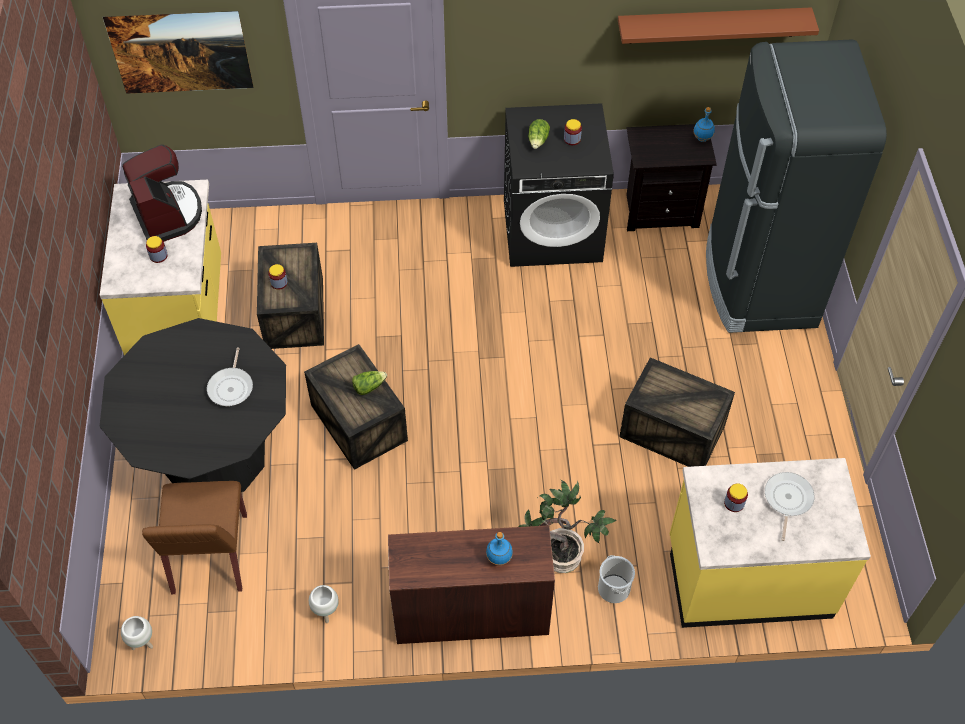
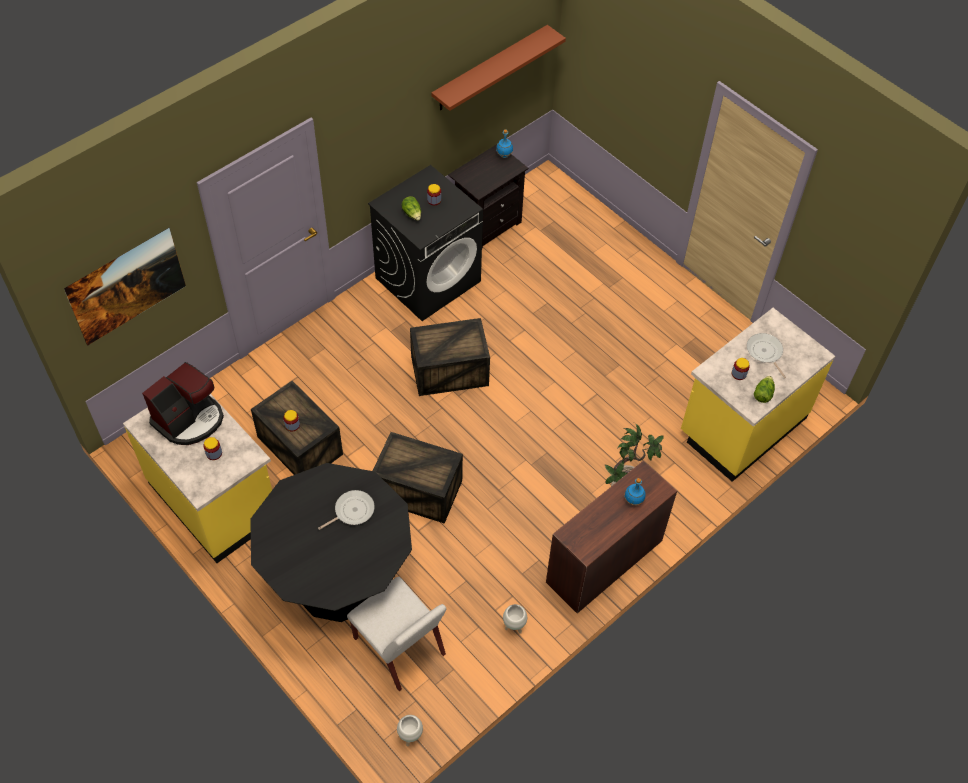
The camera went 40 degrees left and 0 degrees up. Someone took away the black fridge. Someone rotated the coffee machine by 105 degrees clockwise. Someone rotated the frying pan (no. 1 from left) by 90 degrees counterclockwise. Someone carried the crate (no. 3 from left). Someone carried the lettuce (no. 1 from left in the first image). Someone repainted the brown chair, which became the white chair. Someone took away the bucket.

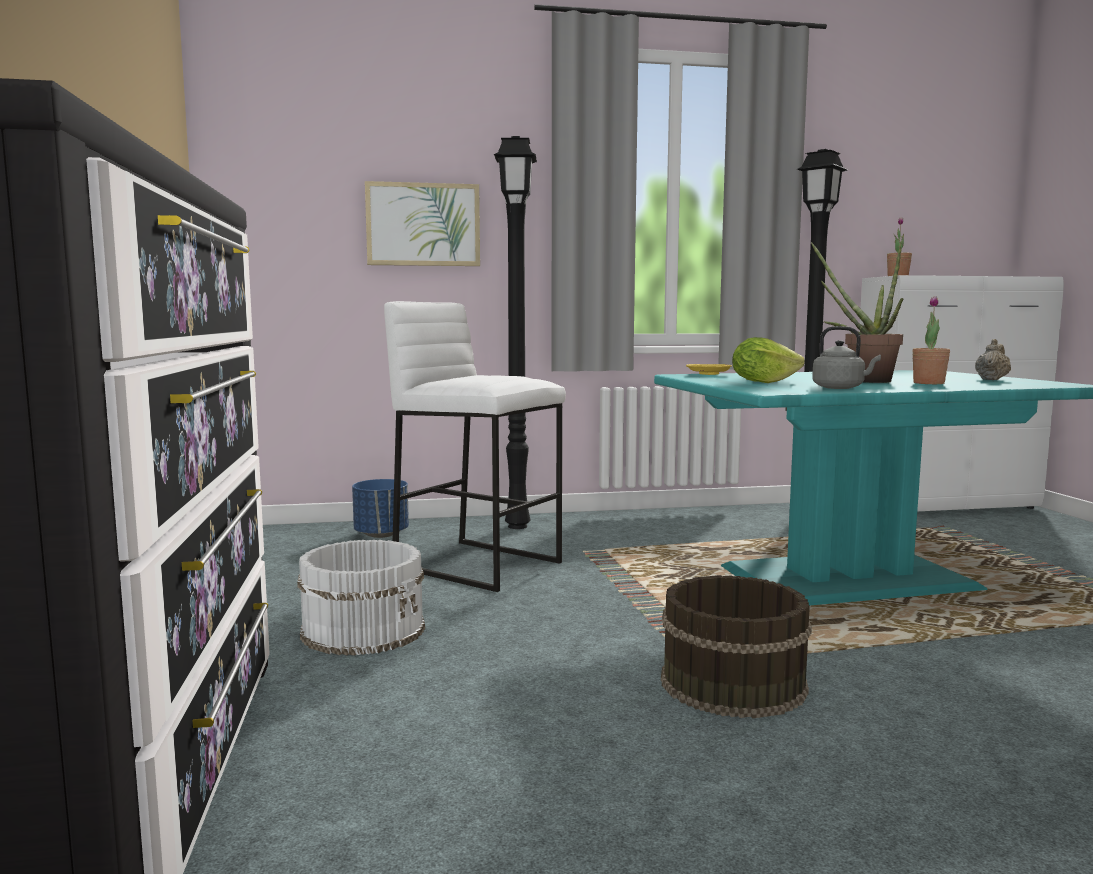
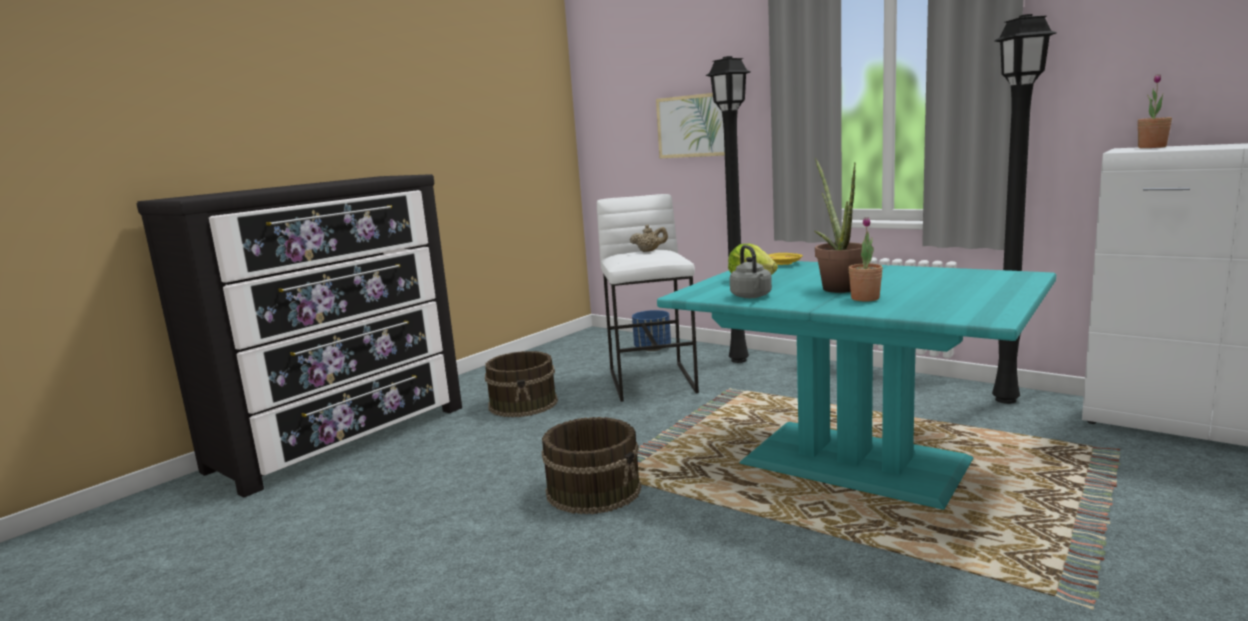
The camera went 50 degrees right and 5 degrees up. Someone carried the beige teapot. Someone repainted the white bucket, which became the brown bucket (no. 1 from left).

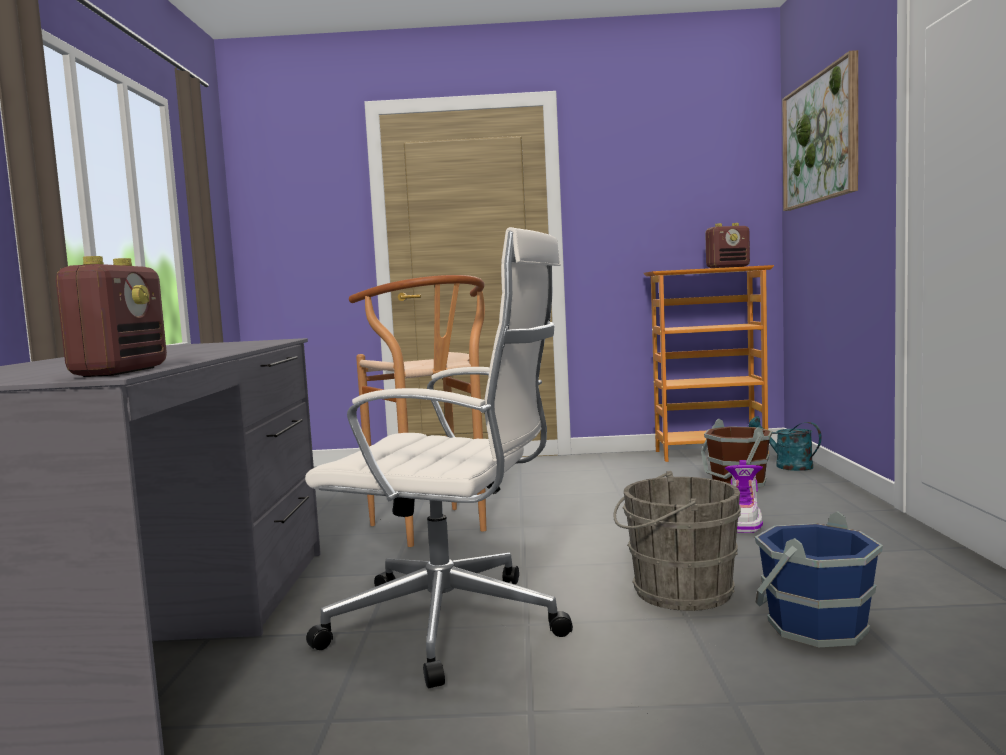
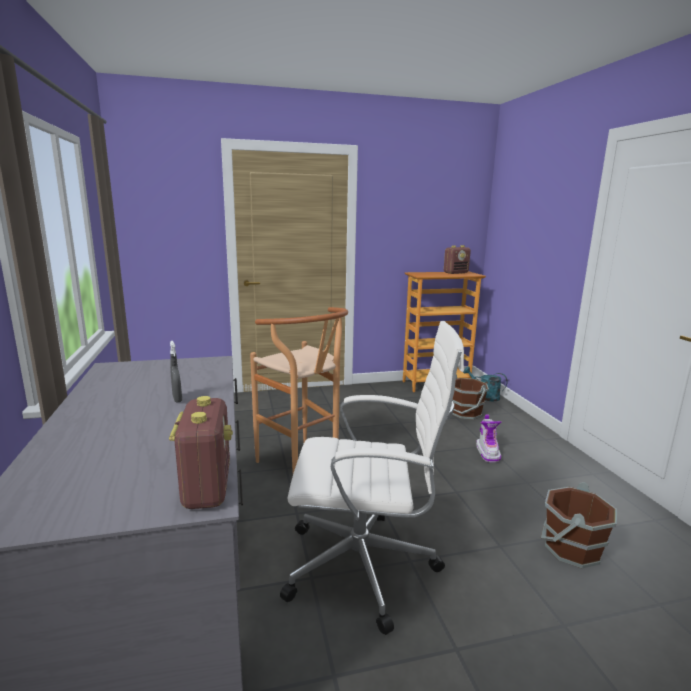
The camera went 15 degrees left and 10 degrees up. Someone took away the picture. Someone took away the grey bucket. Someone repainted the blue bucket, which became the brown bucket (no. 2 from left). Someone put down the grey spray bottle.

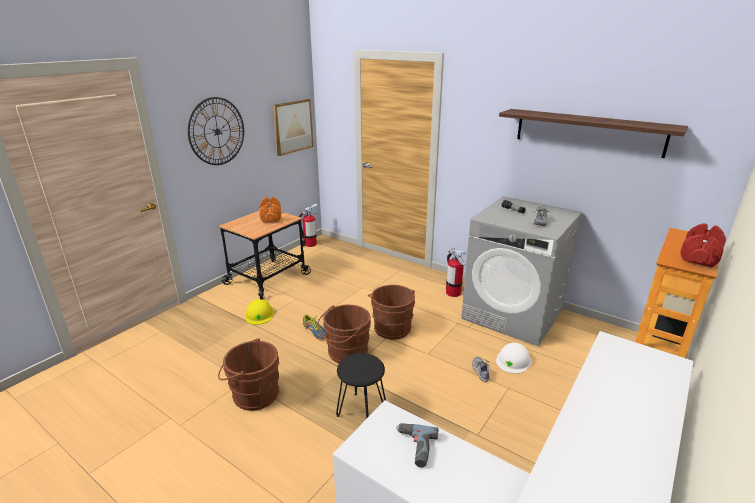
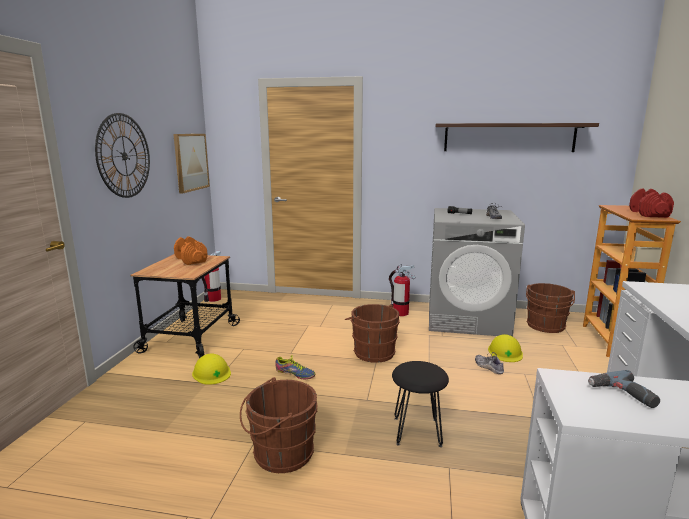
The camera went 25 degrees left and 10 degrees down. Someone carried the brown bucket (no. 2 from left in the first image). Someone repainted the white hard hat, which became the yellow hard hat (no. 2 from left).

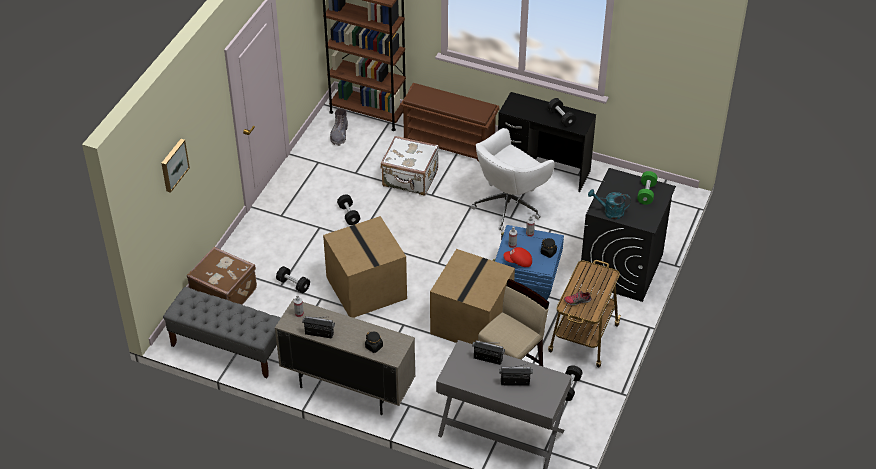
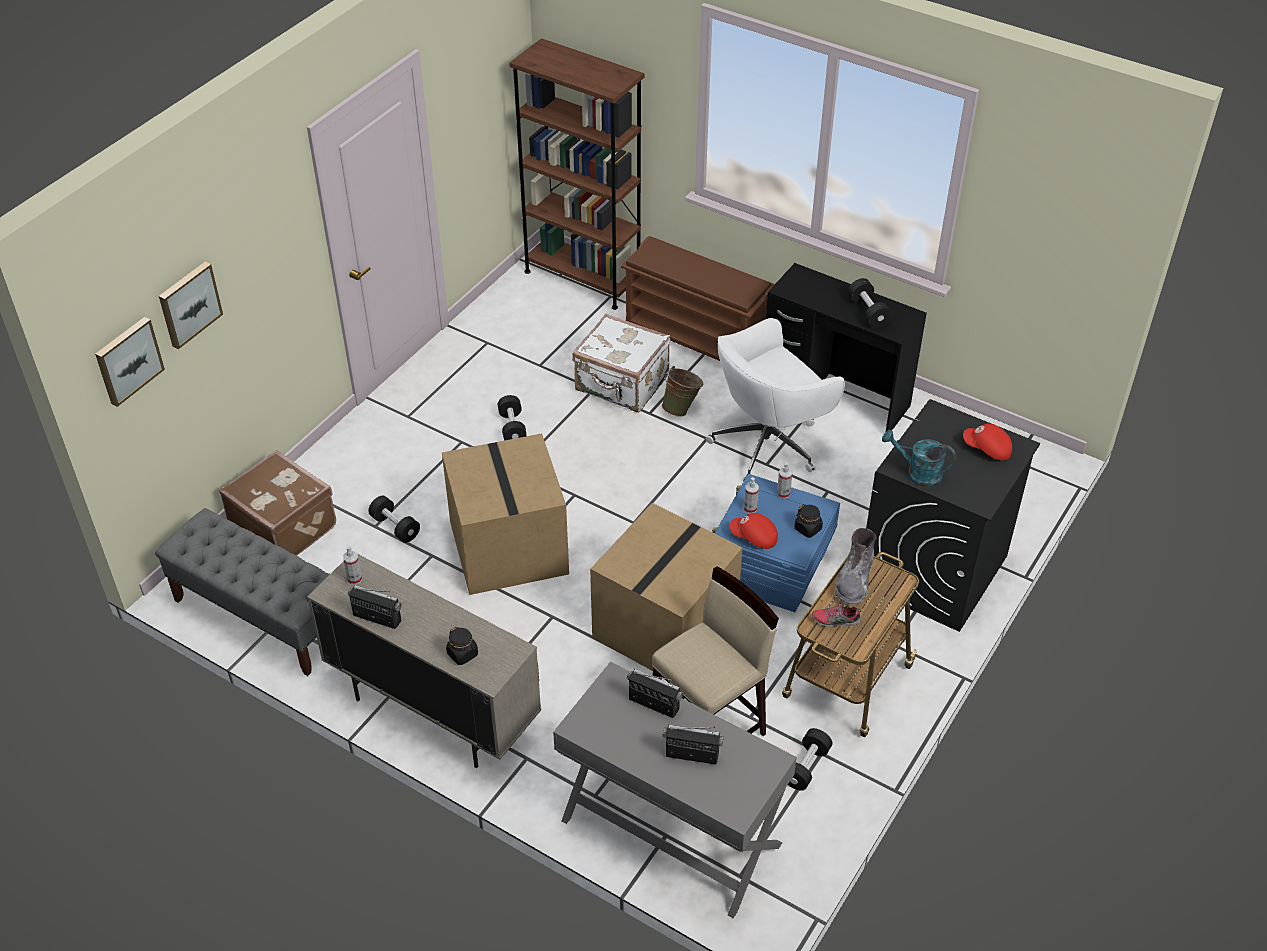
The camera went 10 degrees right and 0 degrees up. Someone carried the grey boot. Someone swapped the green dumbbell for the red cap (no. 2 from left). Someone put up the picture (no. 1 from left). Someone put down the green bucket.

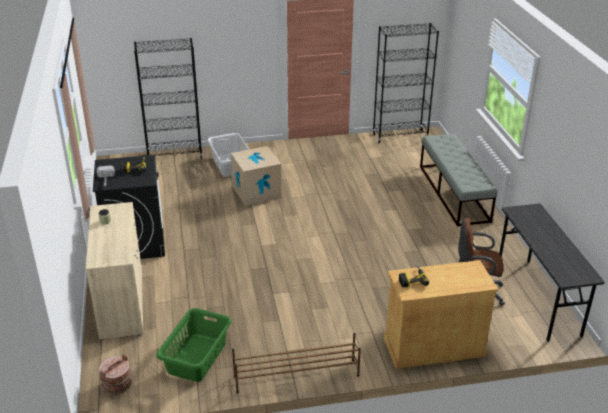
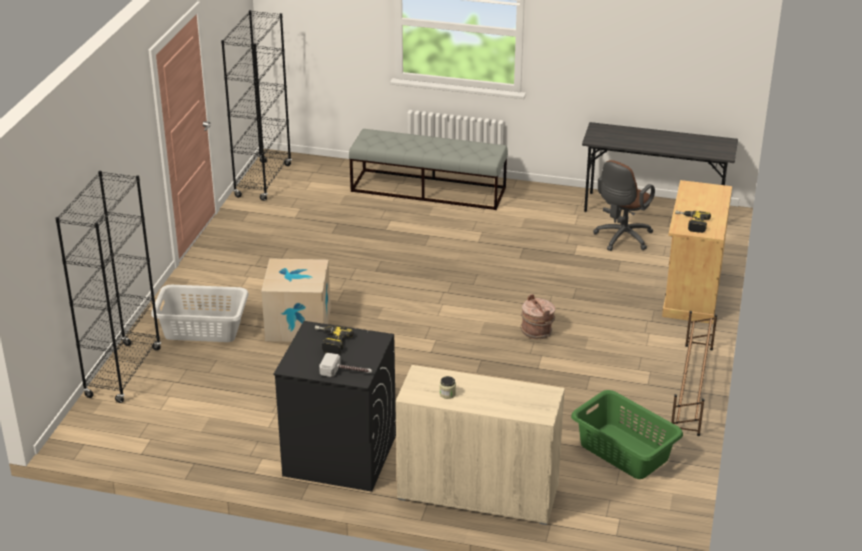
The camera went 65 degrees left and 0 degrees up. Someone carried the brown bucket.

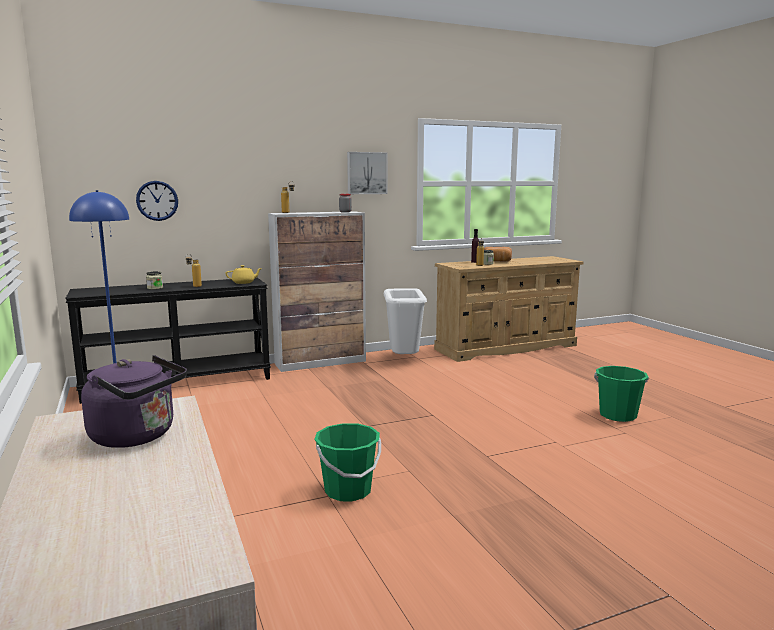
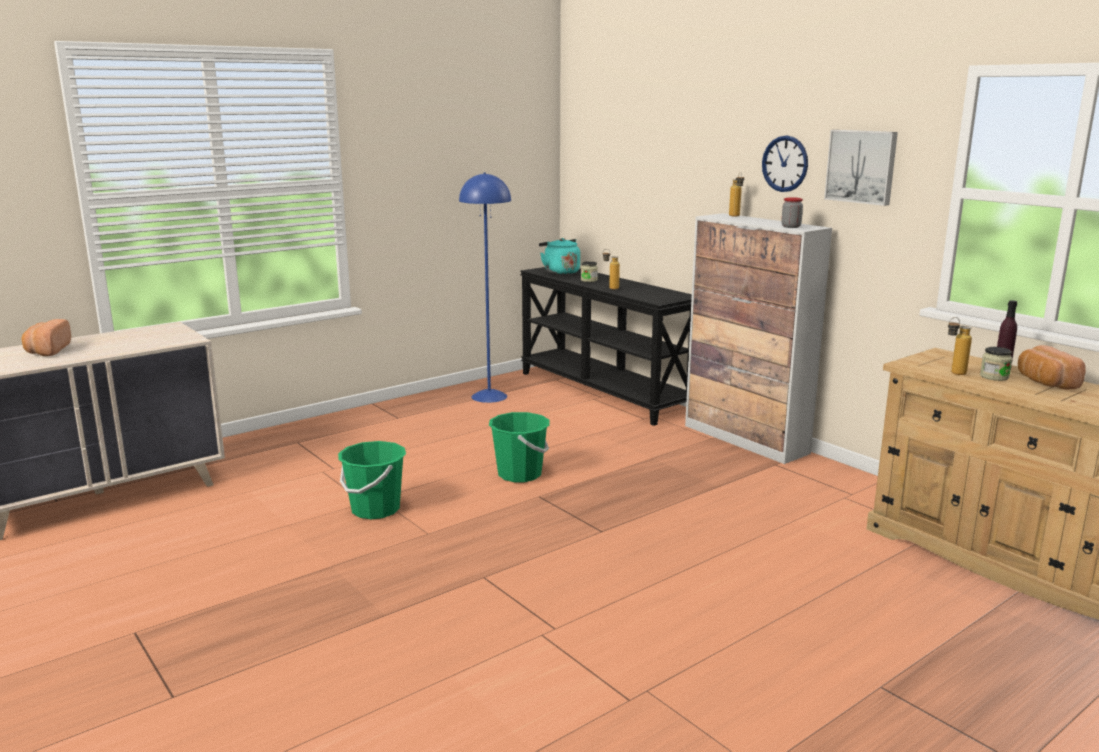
The camera went 75 degrees right and 5 degrees up. Someone carried the wall clock. Someone took away the yellow teapot. Someone took away the white trash can. Someone took away the purple kettle. Someone carried the green bucket (no. 2 from left). Someone put down the turquoise kettle. Someone put down the bread (no. 1 from left).

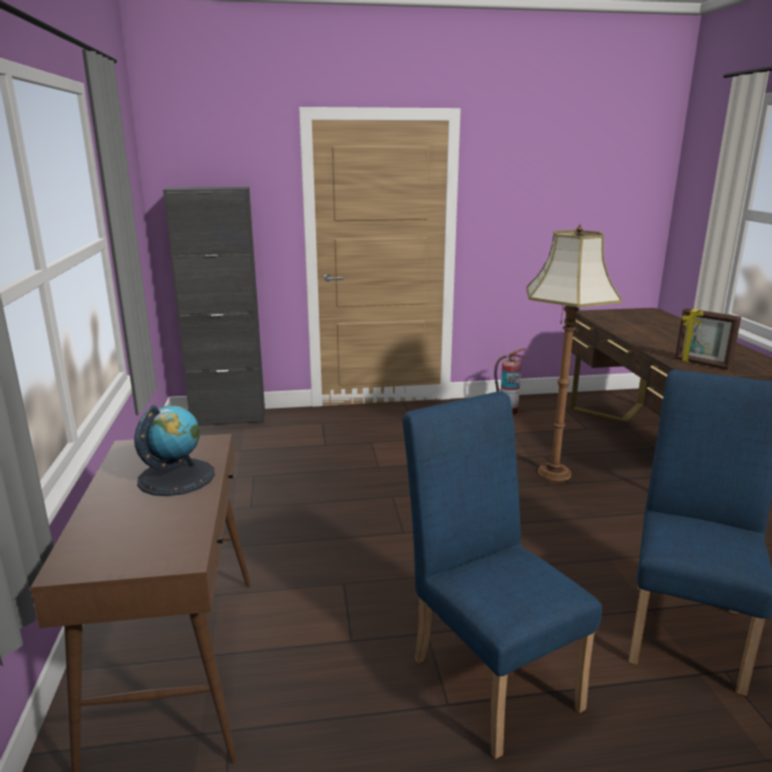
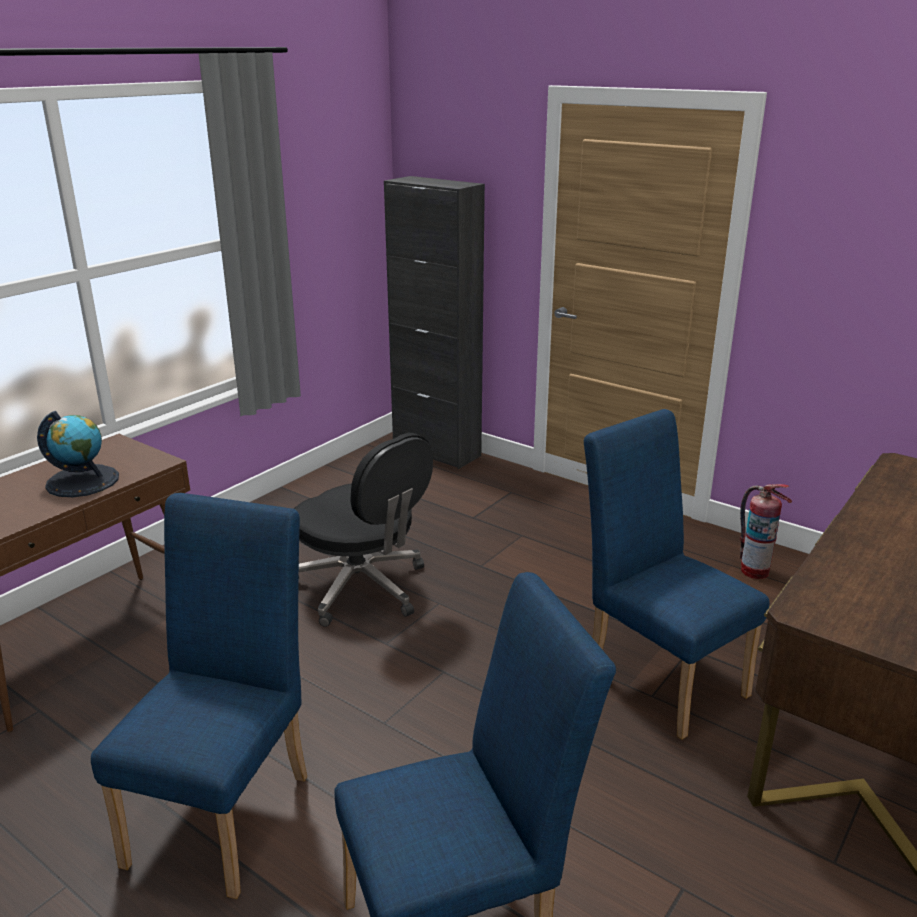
The camera went 45 degrees right and 5 degrees up. Someone swapped the floor lamp for the blue chair (no. 3 from left). Someone took away the picture frame. Someone put down the black office chair.

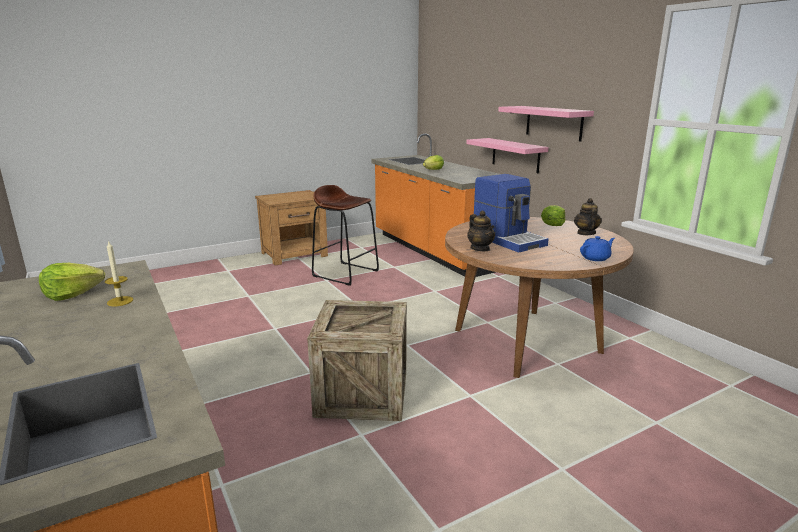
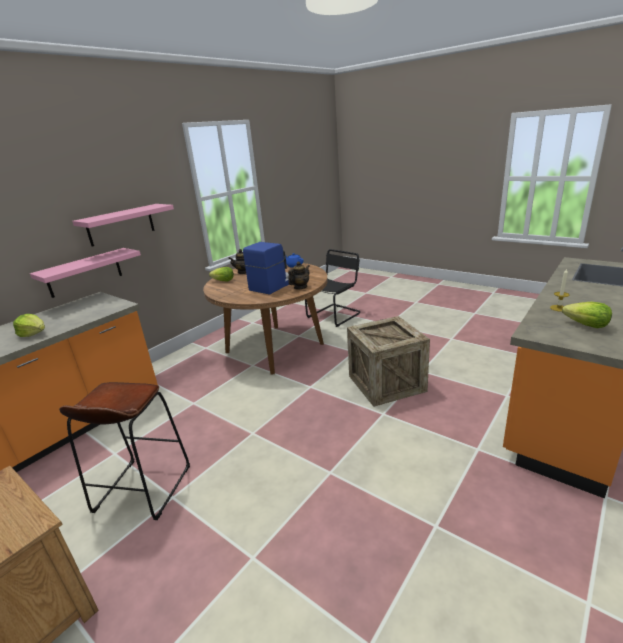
The camera went 110 degrees left and 5 degrees up. Someone put down the black chair.

